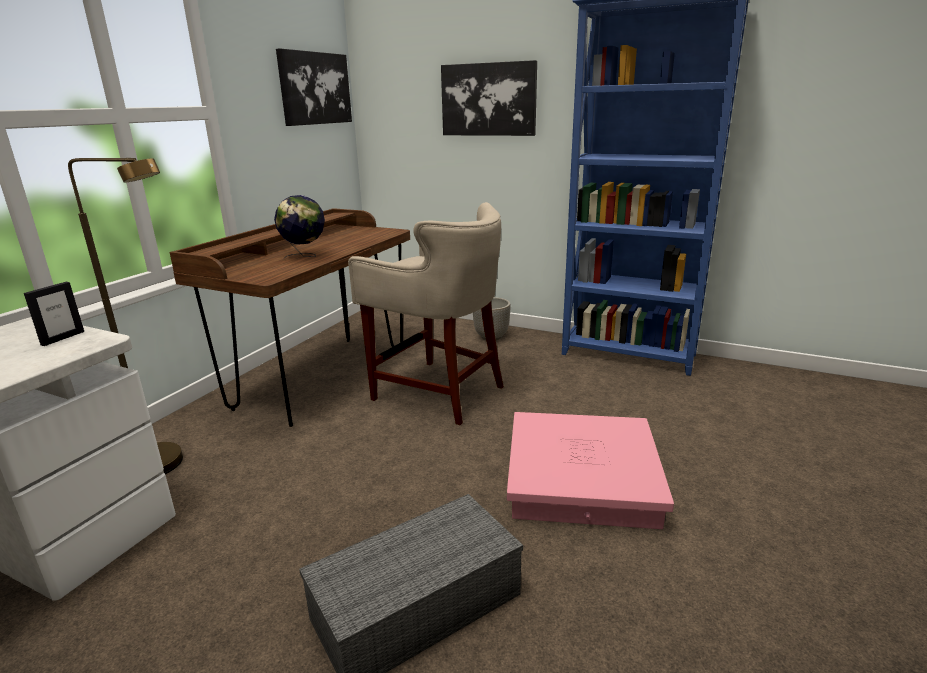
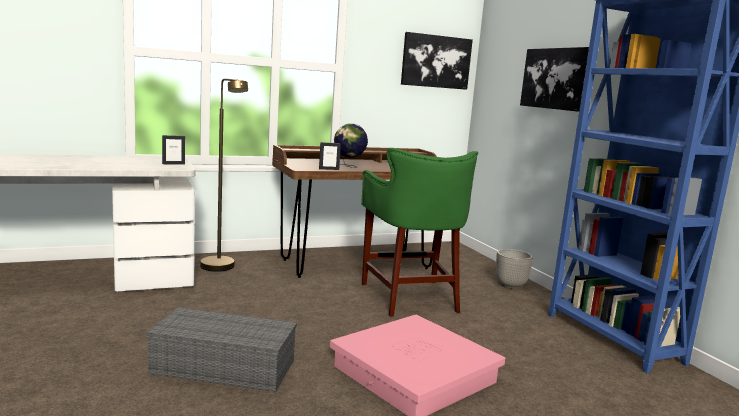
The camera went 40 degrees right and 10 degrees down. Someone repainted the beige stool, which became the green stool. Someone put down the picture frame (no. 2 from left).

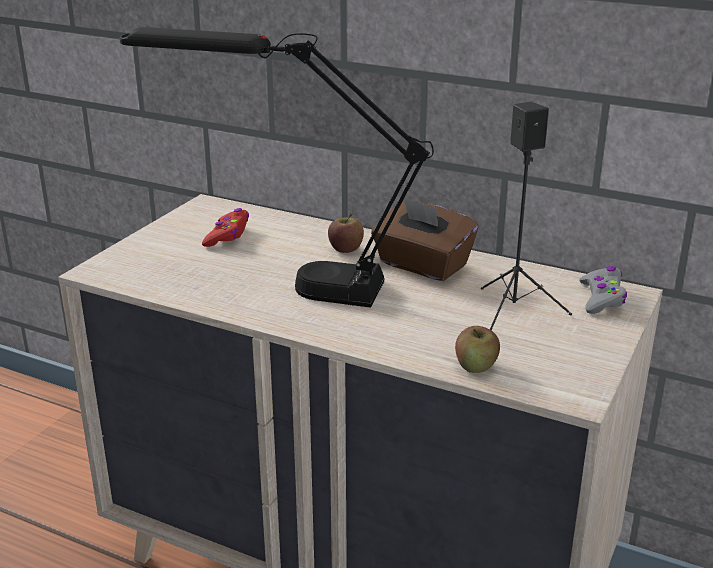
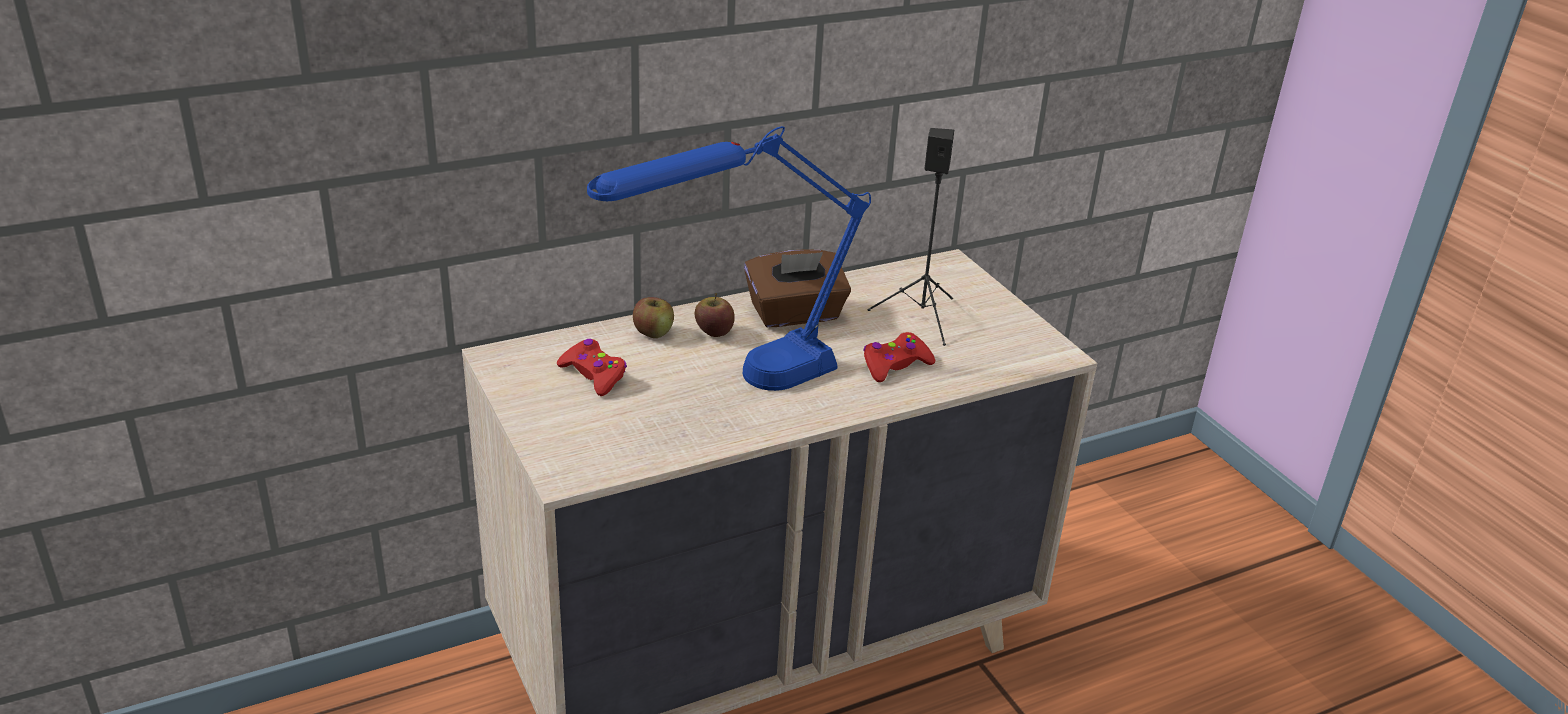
The camera went 55 degrees left and 5 degrees up. Someone repainted the black table lamp, which became the blue table lamp. Someone took away the grey game controller. Someone carried the apple (no. 2 from left in the first image). Someone put down the red game controller (no. 2 from left).

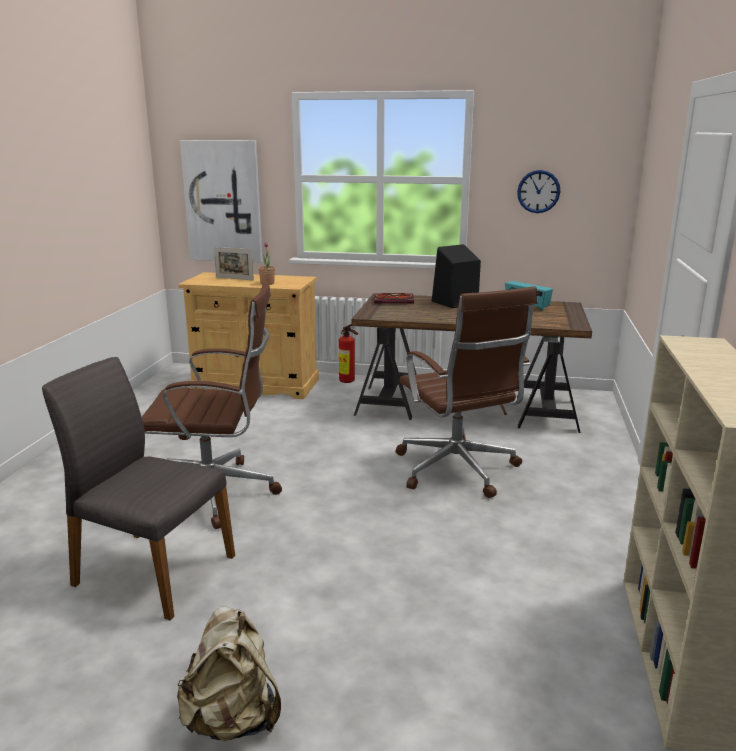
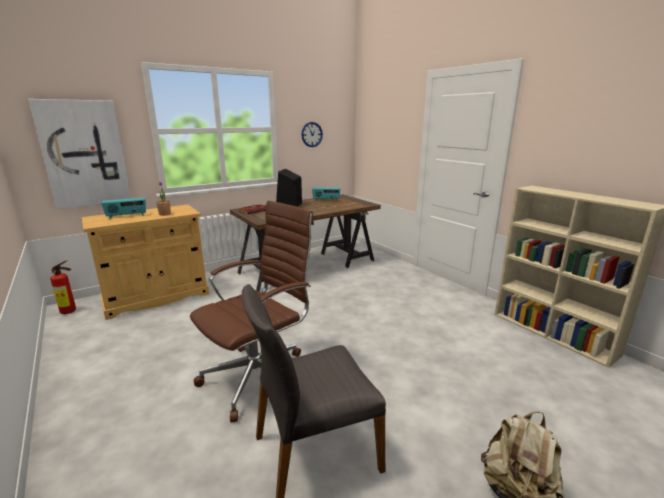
The camera went 45 degrees left and 0 degrees up. Someone swapped the picture frame for the radio (no. 1 from left). Someone took away the brown office chair (no. 2 from left). Someone carried the fire extinguisher.

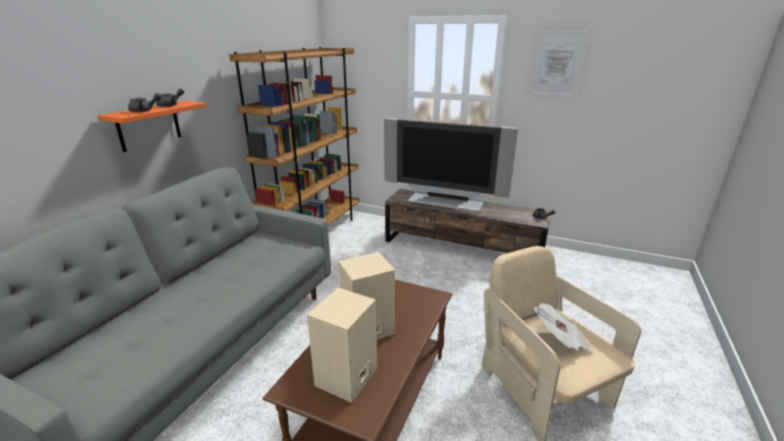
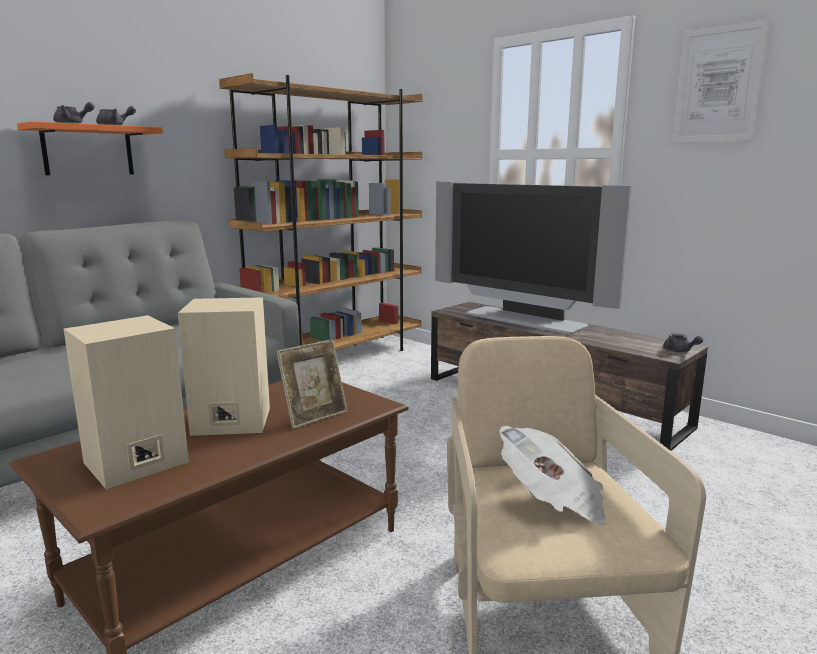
The camera went 20 degrees right and 10 degrees down. Someone put down the picture frame.

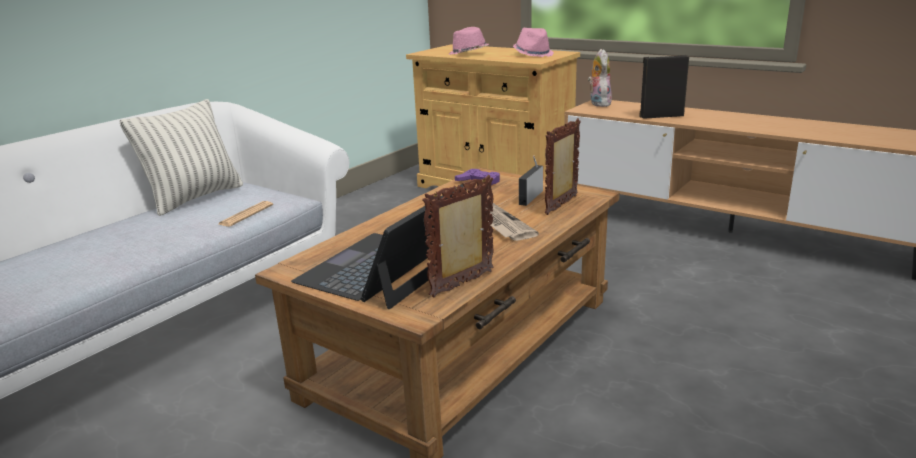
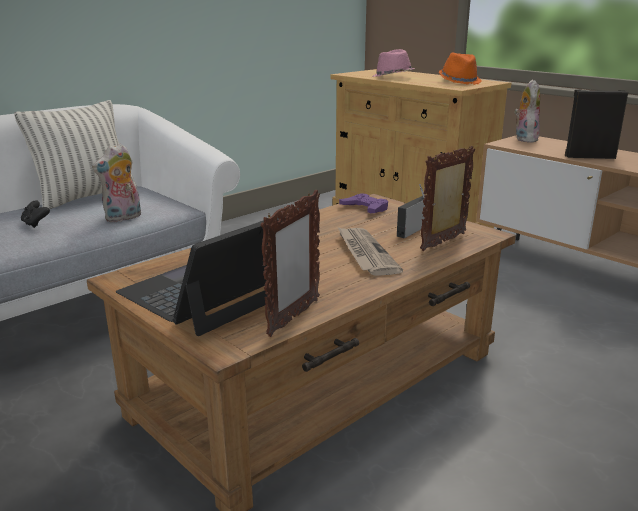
The camera went 10 degrees right and 0 degrees up. Someone repainted the pink hat (no. 2 from left), which became the orange hat. Someone rotated the picture frame (no. 1 from left) by 150 degrees clockwise. Someone swapped the newspaper (no. 1 from left) for the plush toy (no. 1 from left). Someone put down the black game controller.

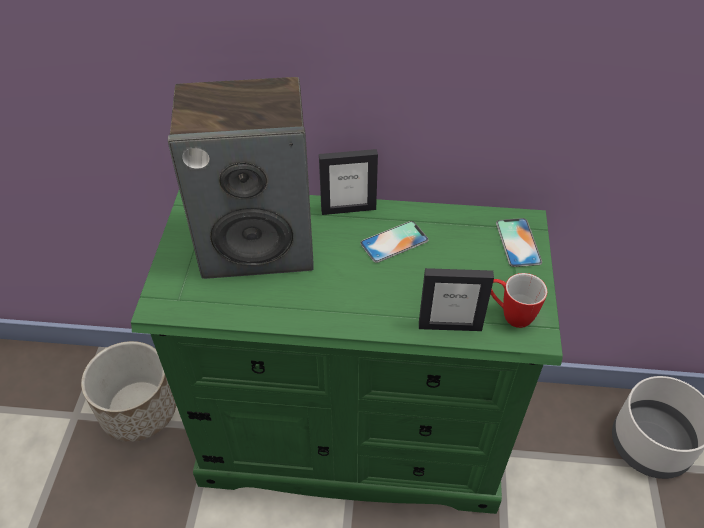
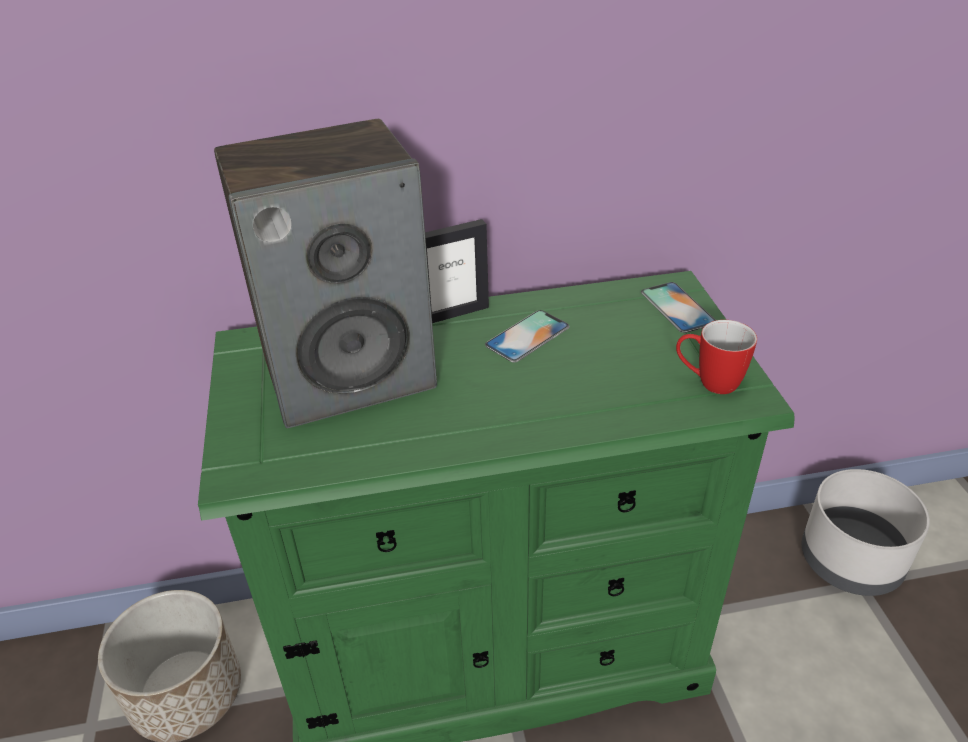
The camera went 15 degrees left and 10 degrees down. Someone took away the picture frame (no. 2 from left).

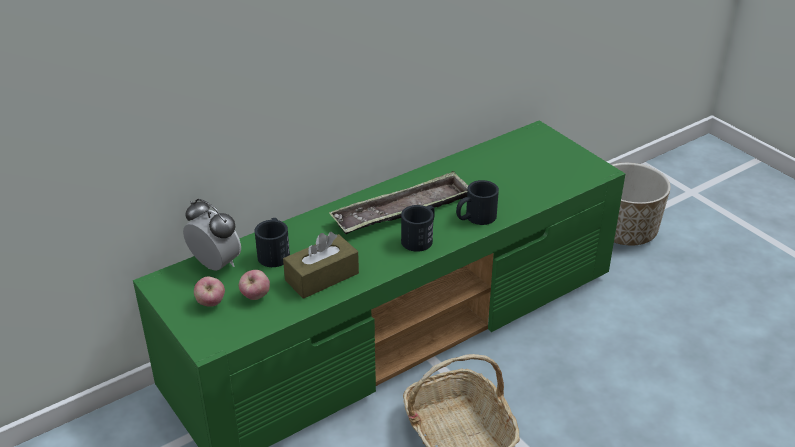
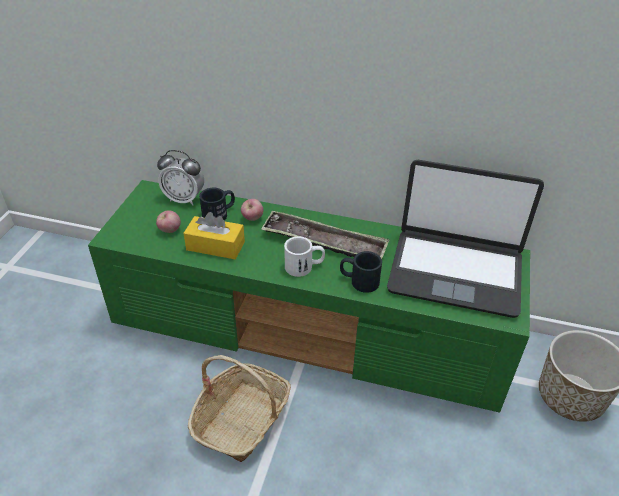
The camera went 50 degrees right and 5 degrees up. Someone rotated the alarm clock by 105 degrees clockwise. Someone repainted the black mug (no. 2 from left), which became the white mug. Someone repainted the brown tissue box, which became the yellow tissue box. Someone carried the apple (no. 1 from left in the first image). Someone put down the laptop.

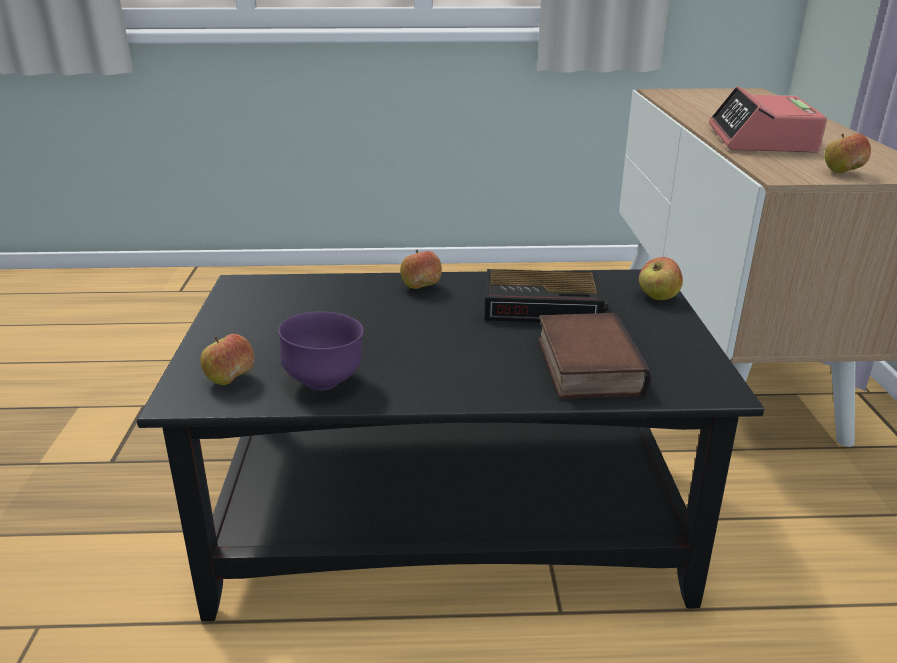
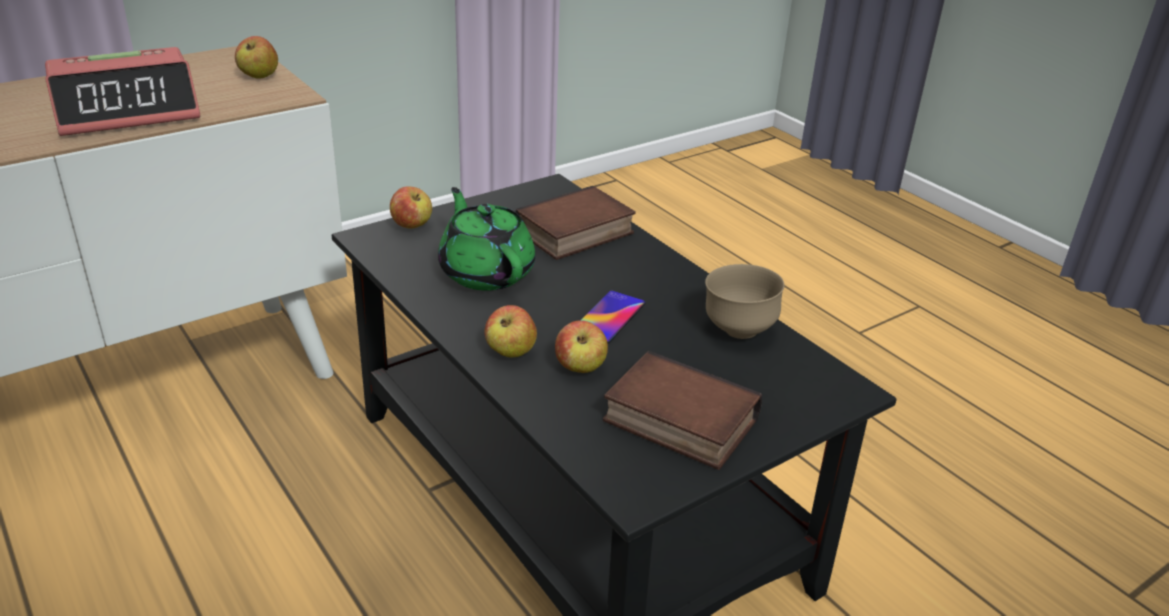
The camera went 125 degrees left and 5 degrees up. Someone swapped the alarm clock (no. 1 from left) for the green teapot. Someone repainted the purple bowl, which became the brown bowl. Someone carried the apple (no. 1 from left in the first image). Someone put down the phone. Someone put down the book (no. 2 from left).

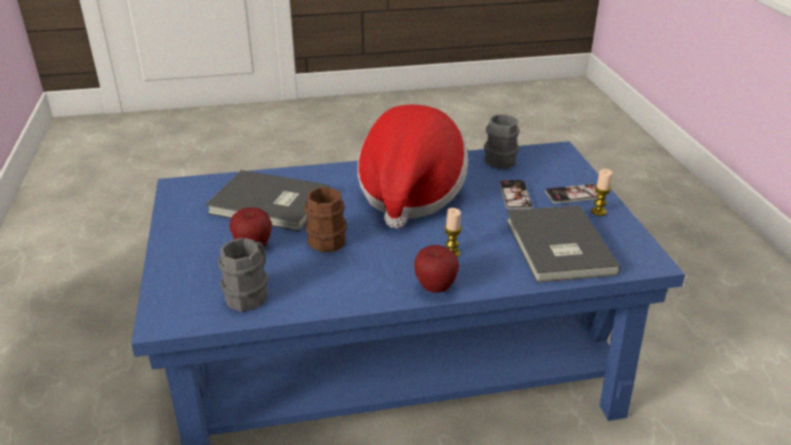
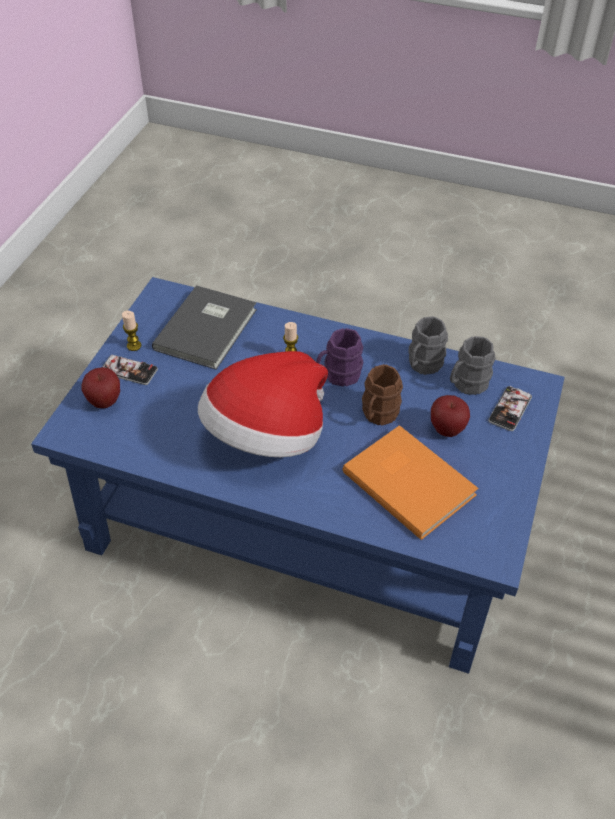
The camera went 150 degrees left and 15 degrees up. Someone carried the grey mug (no. 2 from left in the first image). Someone repainted the grey book (no. 1 from left), which became the orange book. Someone carried the phone (no. 1 from left in the first image). Someone carried the apple (no. 2 from left in the first image). Someone put down the purple mug.

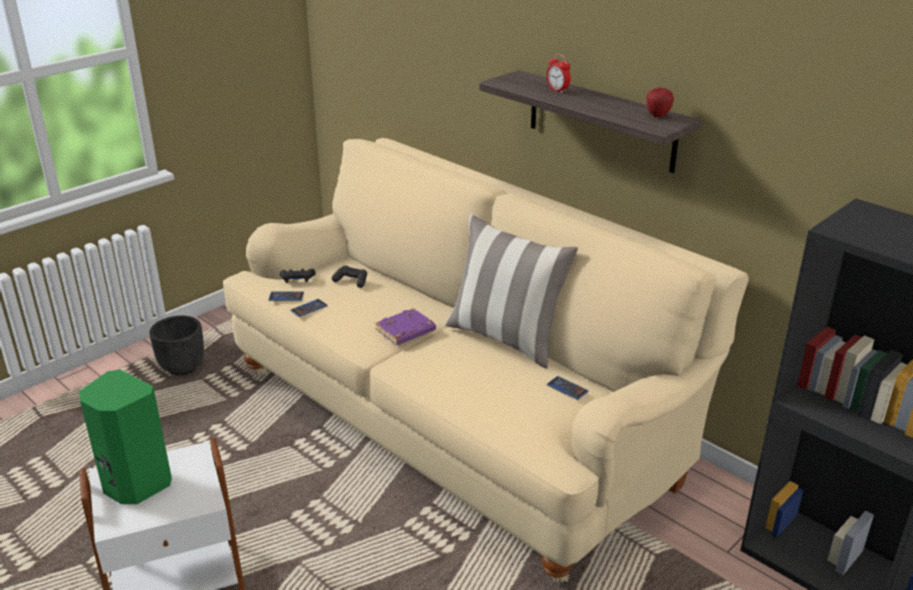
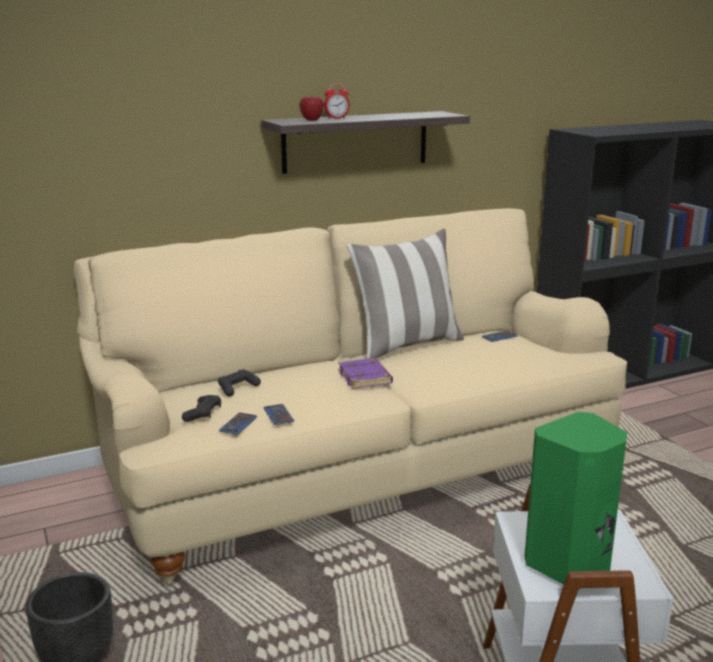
The camera went 70 degrees left and 10 degrees down. Someone carried the apple.

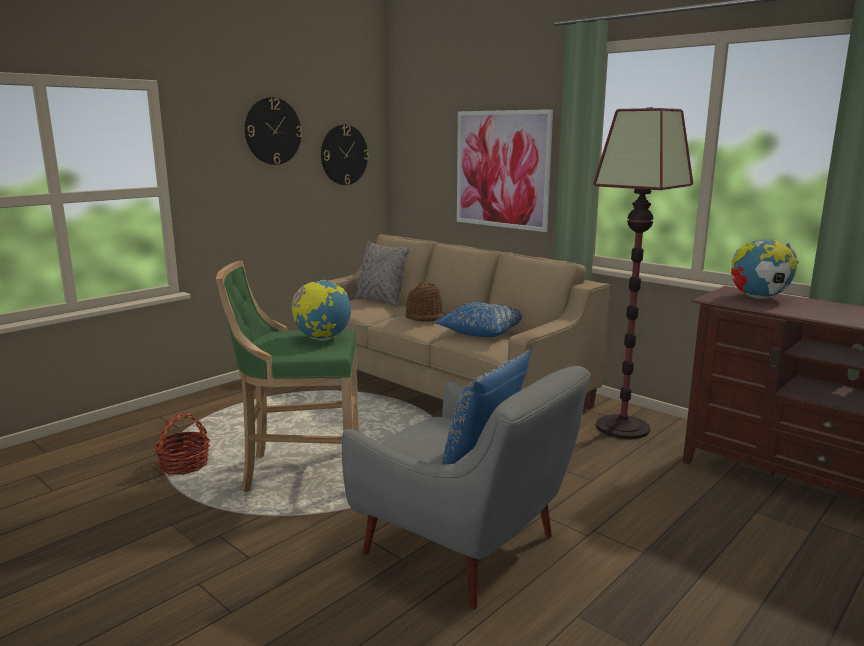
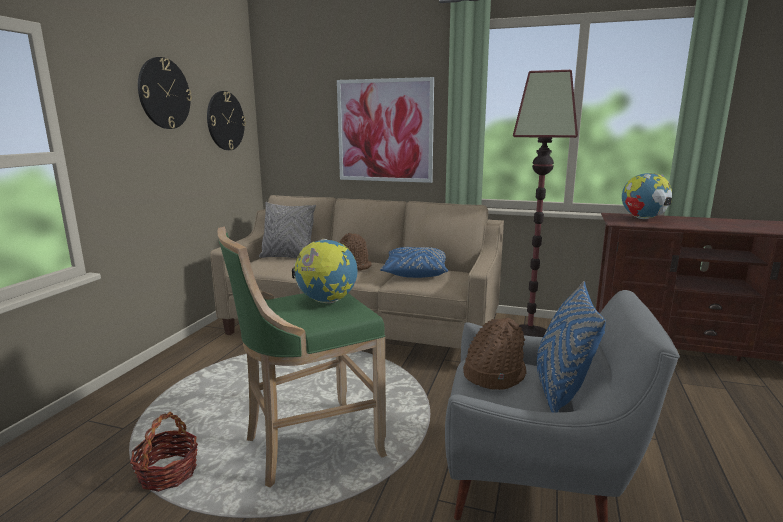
The camera went 25 degrees left and 0 degrees up. Someone put down the brown hat (no. 2 from left).

